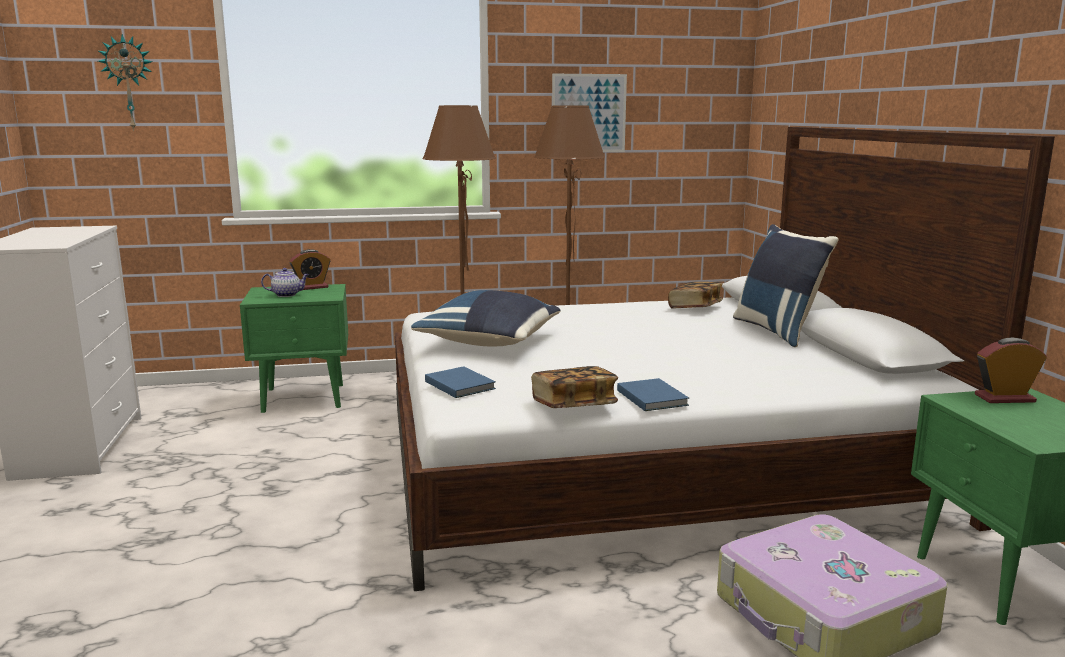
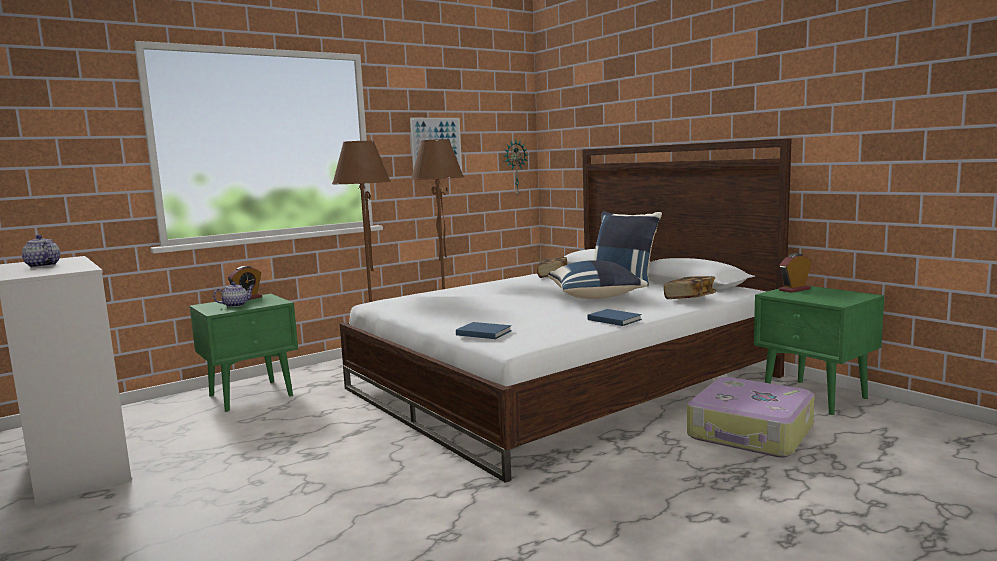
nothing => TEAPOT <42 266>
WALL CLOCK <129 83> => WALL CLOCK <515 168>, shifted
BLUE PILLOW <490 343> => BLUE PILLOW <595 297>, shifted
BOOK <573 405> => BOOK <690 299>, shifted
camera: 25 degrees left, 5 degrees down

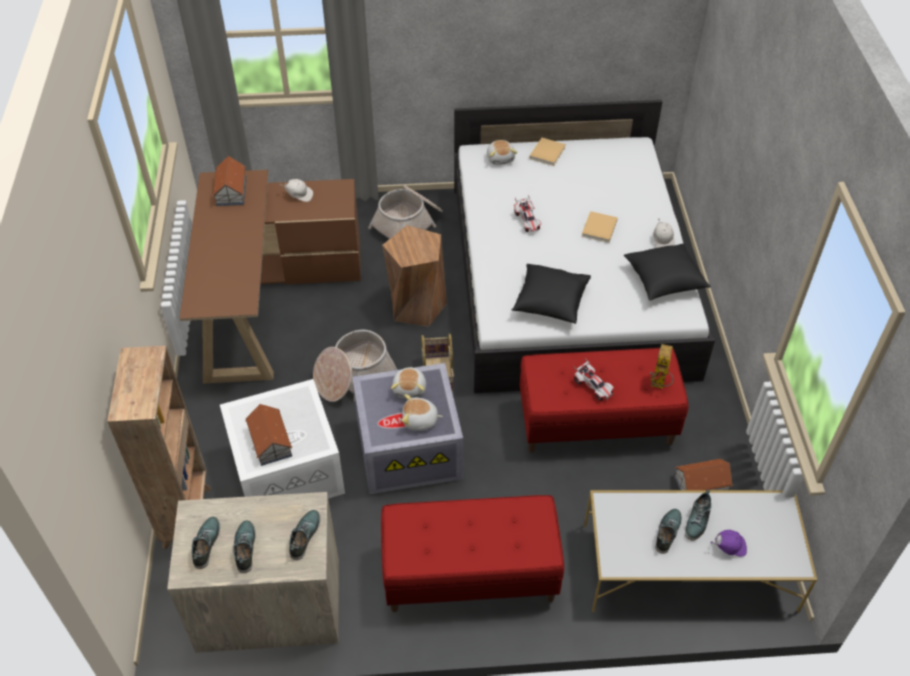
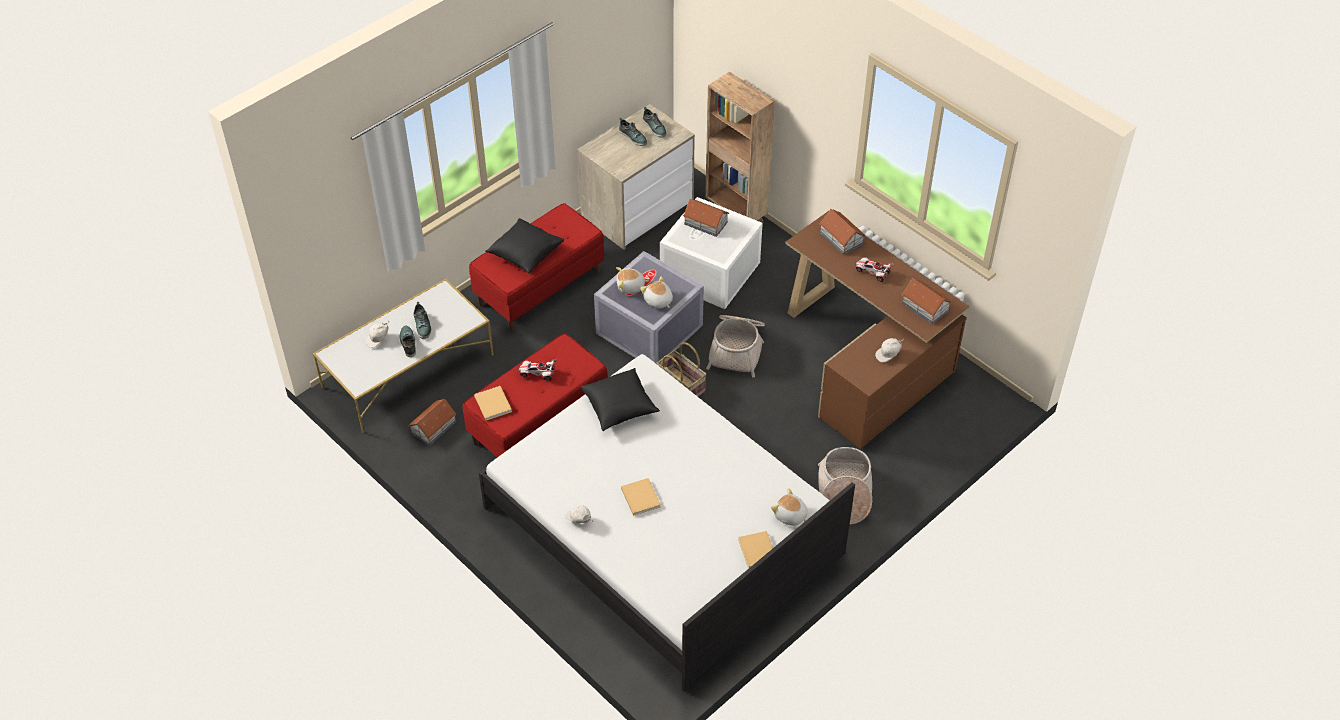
SHOE <304 536> => nothing
BROWN STOOL <416 306> => nothing
nothing => TOY HOUSE <841 238>
TOY CAR <527 221> => TOY CAR <872 272>, shifted
BLACK PILLOW <664 281> => BLACK PILLOW <525 253>, shifted
TOY ROBOT <659 384> => BEIGE BOOK <492 403>
PURPLE CAP <729 547> => WHITE CAP <378 339>
PLUSH TOY <420 420> => PLUSH TOY <630 287>, 150 degrees counterclockwise
camera: 140 degrees right, 0 degrees up

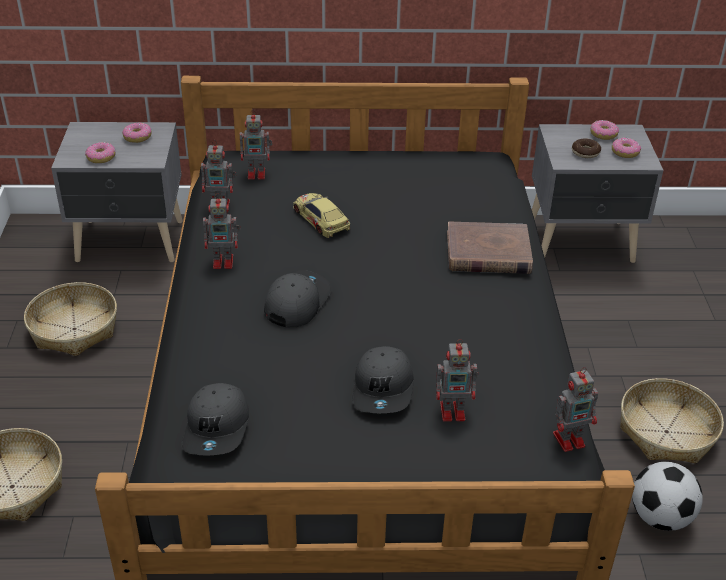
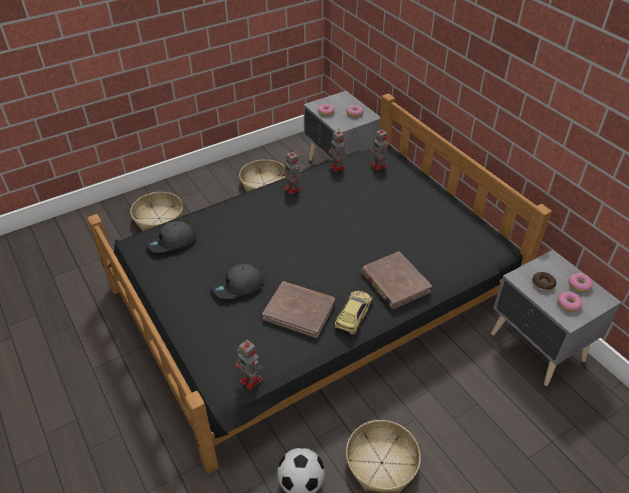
GREY CAP <296 302> => nothing
TOY ROBOT <454 411> => nothing
nothing => BROWN BOOK <299 311>
TOY CAR <321 219> => TOY CAR <353 314>, shifted
camera: 60 degrees right, 5 degrees up

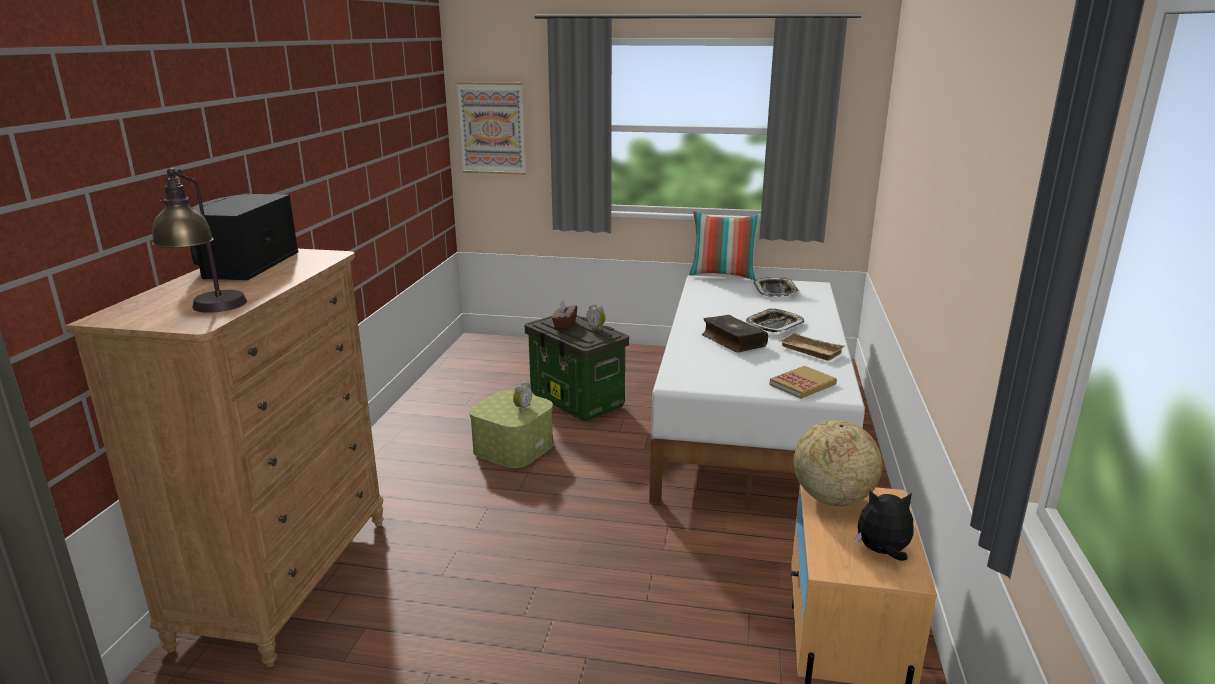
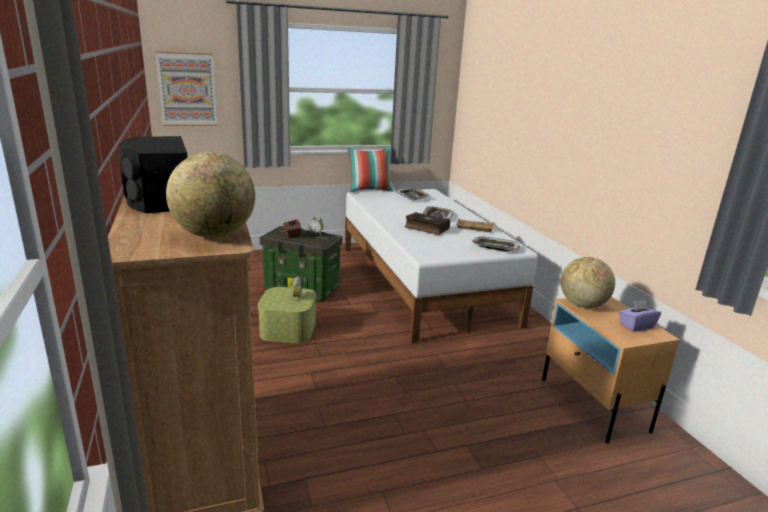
TABLE LAMP <210 311> => GLOBE <215 235>
BOOK <802 384> => TRAY <495 247>
PLUSH TOY <882 552> => PURPLE TISSUE BOX <636 326>
camera: 30 degrees left, 0 degrees up

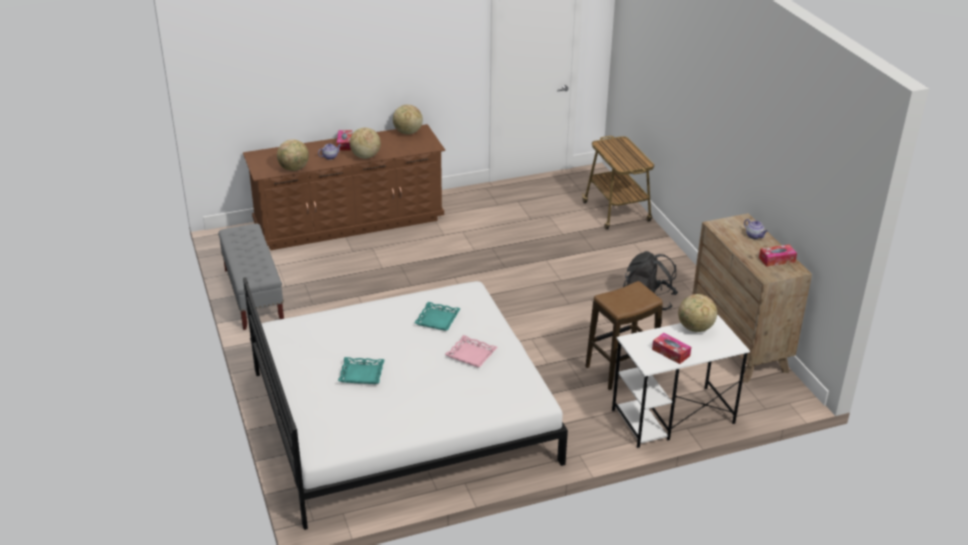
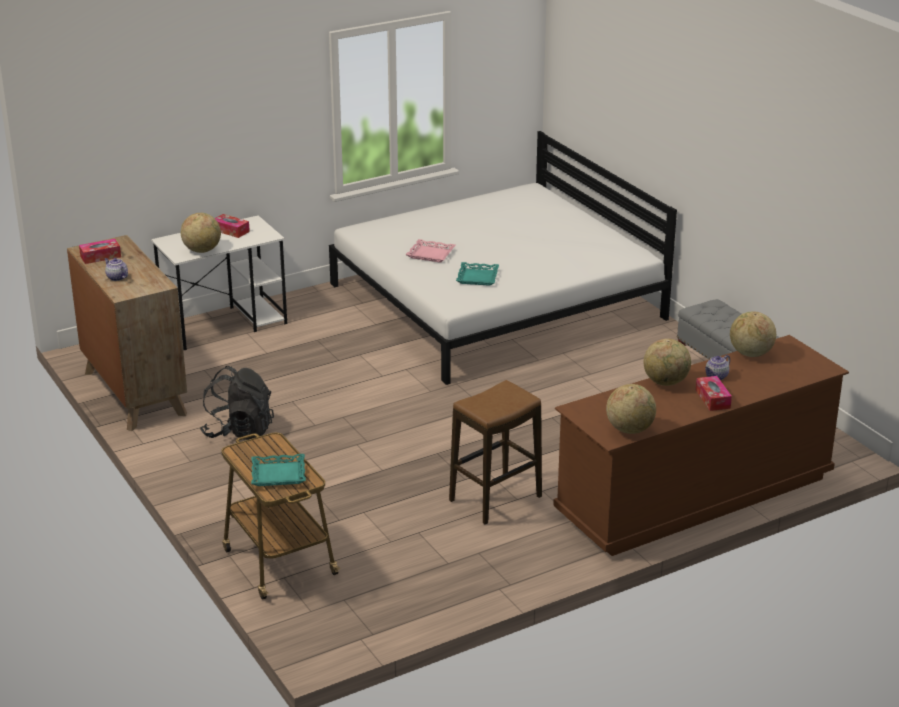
TURQUOISE TRAY <361 374> => TURQUOISE TRAY <278 474>, shifted
STOOL <621 369> => STOOL <495 499>, shifted
camera: 170 degrees right, 5 degrees down

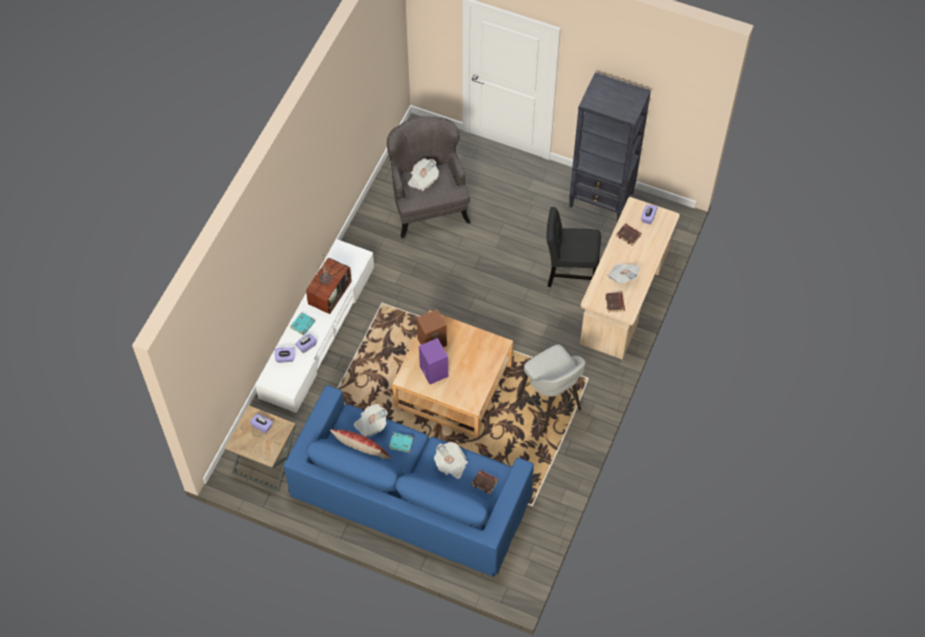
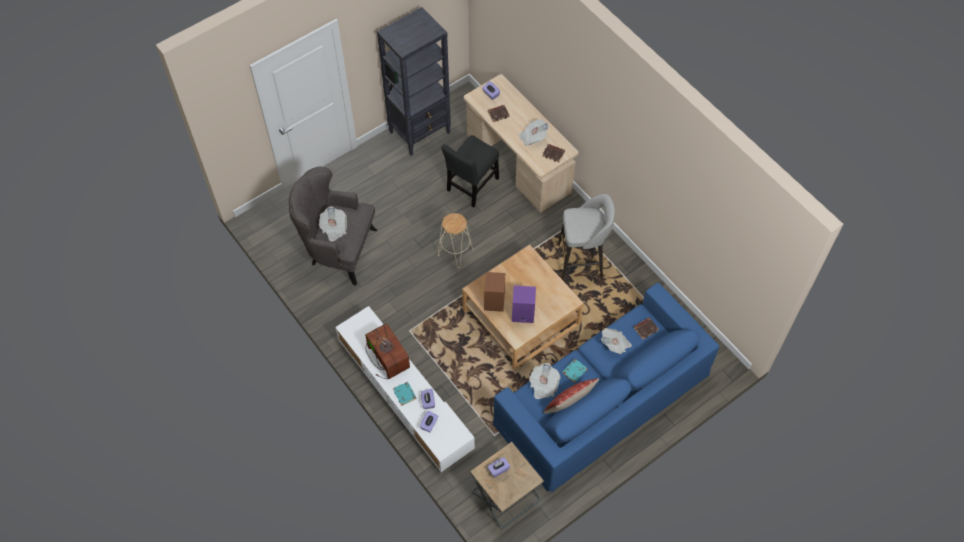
nothing => BEIGE STOOL <455 252>
camera: 60 degrees left, 0 degrees up

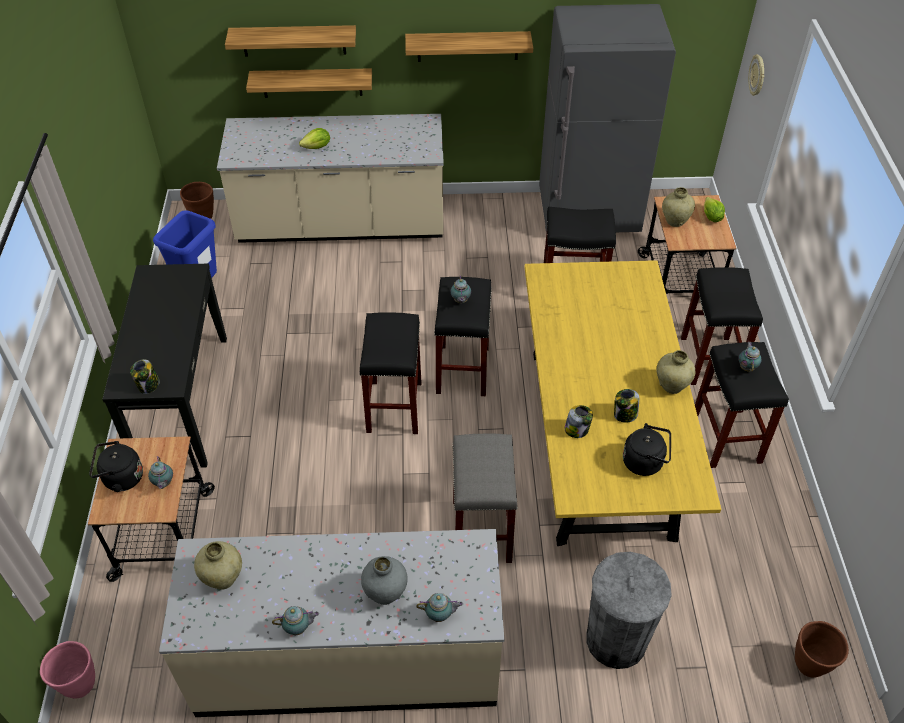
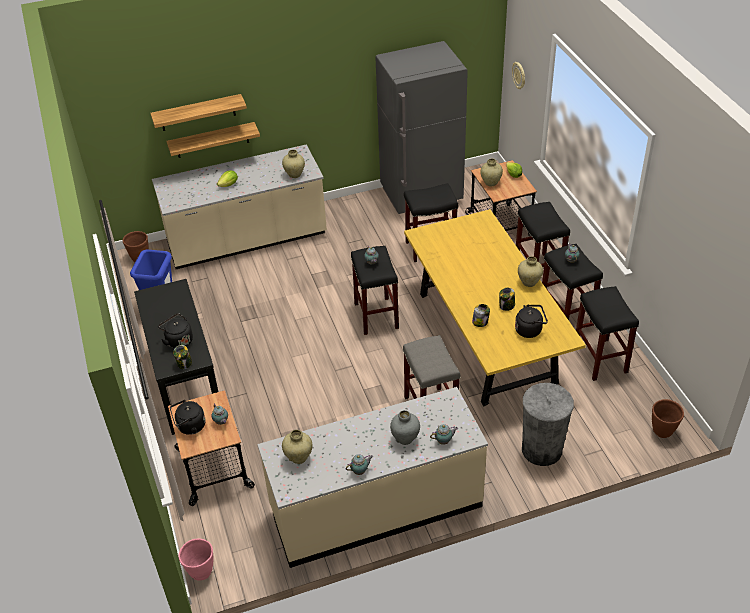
SHELF <467 46> => nothing
nothing => BLACK KETTLE <178 340>
nothing => BEIGE VASE <294 175>
BLACK STOOL <395 408> => BLACK STOOL <601 360>, shifted
camera: 15 degrees left, 5 degrees down

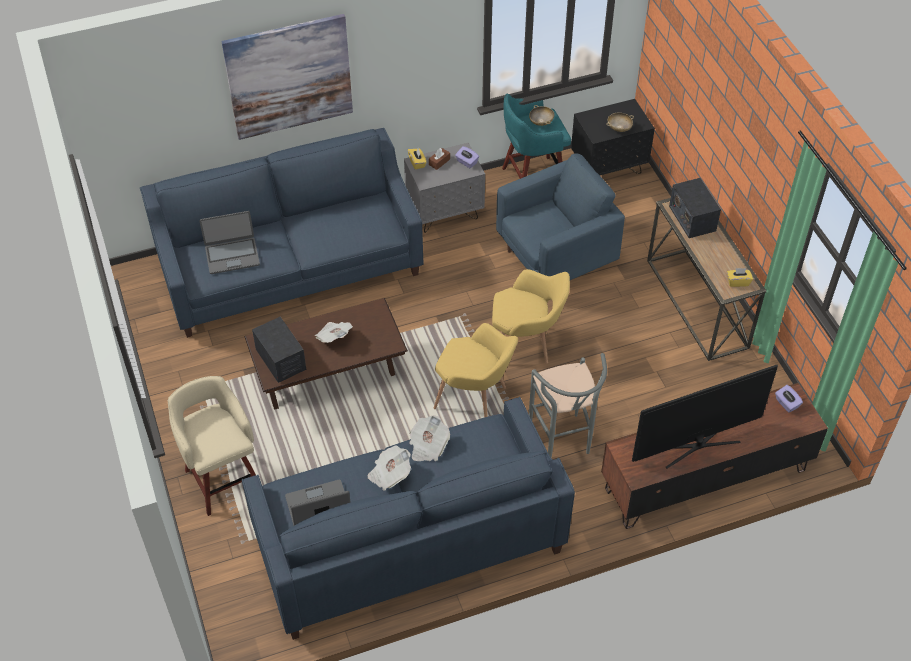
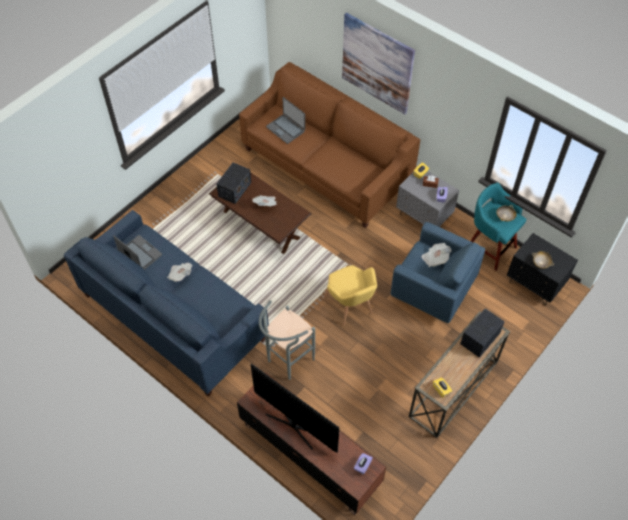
BEIGE STOOL <223 478> => nothing
YELLOW ARMCHAIR <475 398> => nothing
NEWSPAPER <428 446> => NEWSPAPER <435 259>, shifted
BLUE SOFA <290 266> => BROWN SOFA <326 166>
camera: 60 degrees right, 5 degrees up

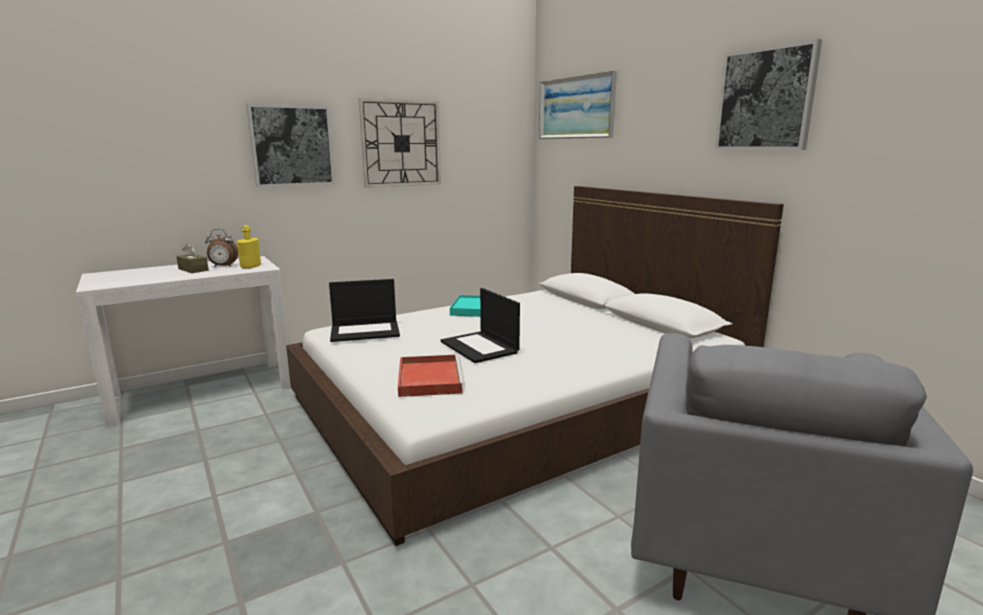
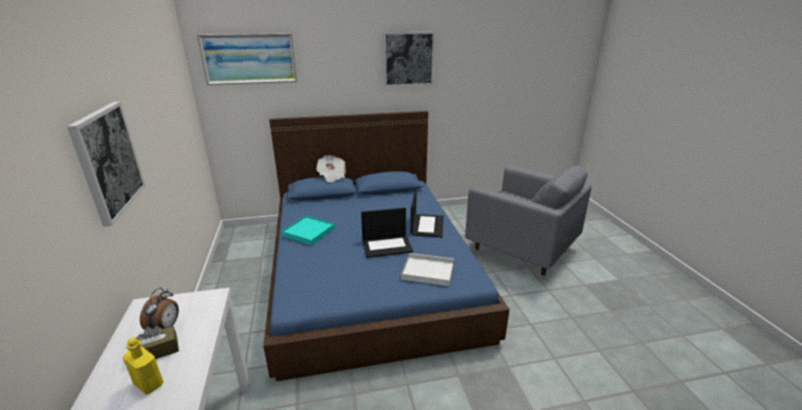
WALL CLOCK <401 143> => nothing
nothing => NEWSPAPER <331 176>
YELLOW BOTTLE <251 266> => YELLOW BOTTLE <149 384>, shifted
LAPTOP <366 331> => LAPTOP <427 225>, shifted
WHITE BED <518 402> => BLUE BED <370 270>
RED TRAY <429 378> => WHITE TRAY <426 271>
camera: 70 degrees left, 10 degrees up

